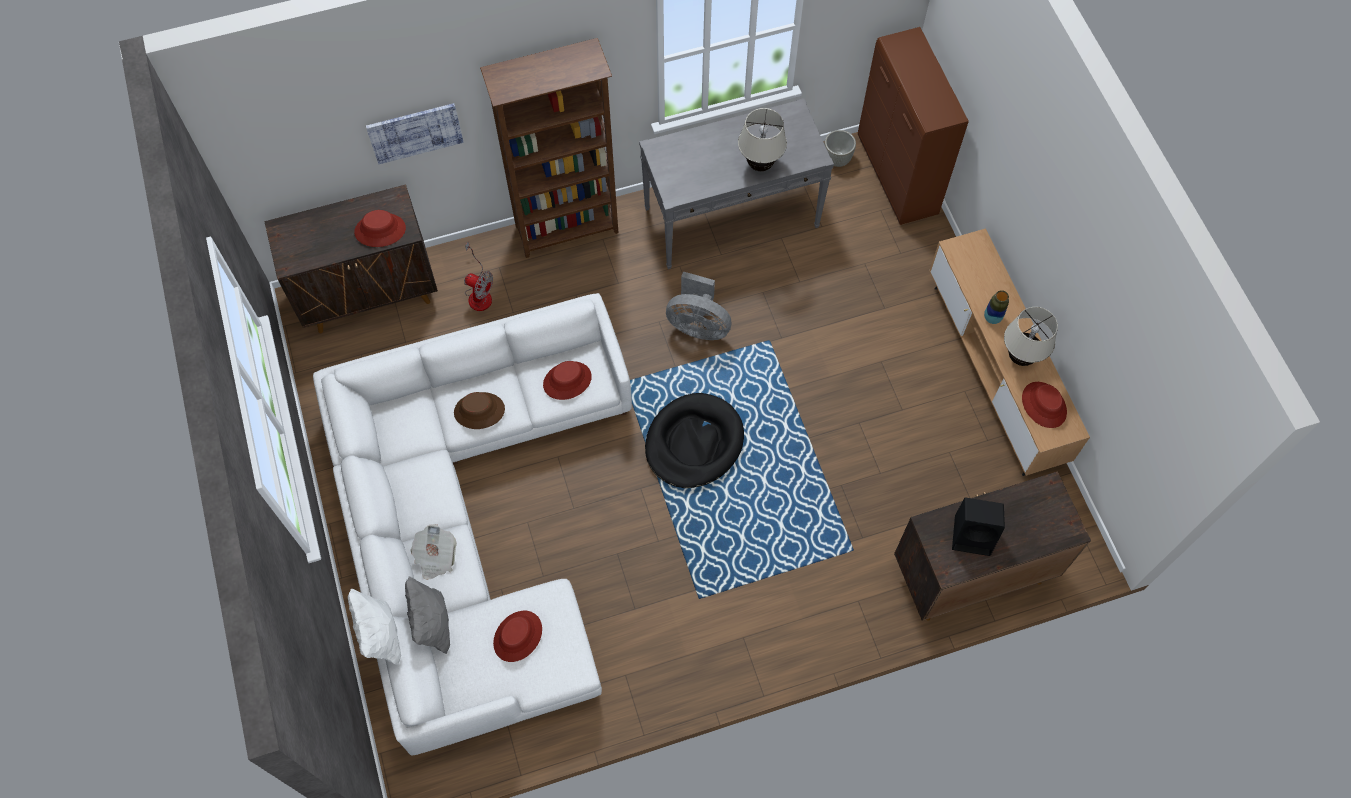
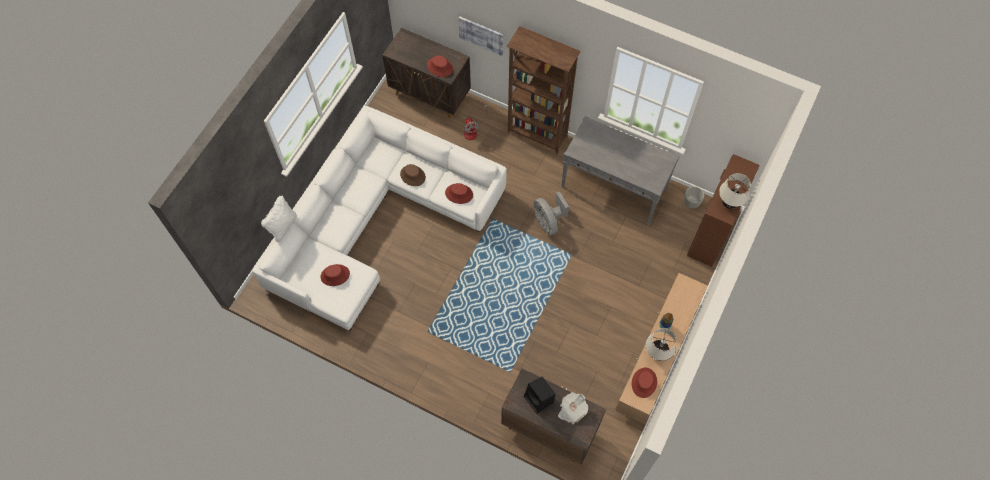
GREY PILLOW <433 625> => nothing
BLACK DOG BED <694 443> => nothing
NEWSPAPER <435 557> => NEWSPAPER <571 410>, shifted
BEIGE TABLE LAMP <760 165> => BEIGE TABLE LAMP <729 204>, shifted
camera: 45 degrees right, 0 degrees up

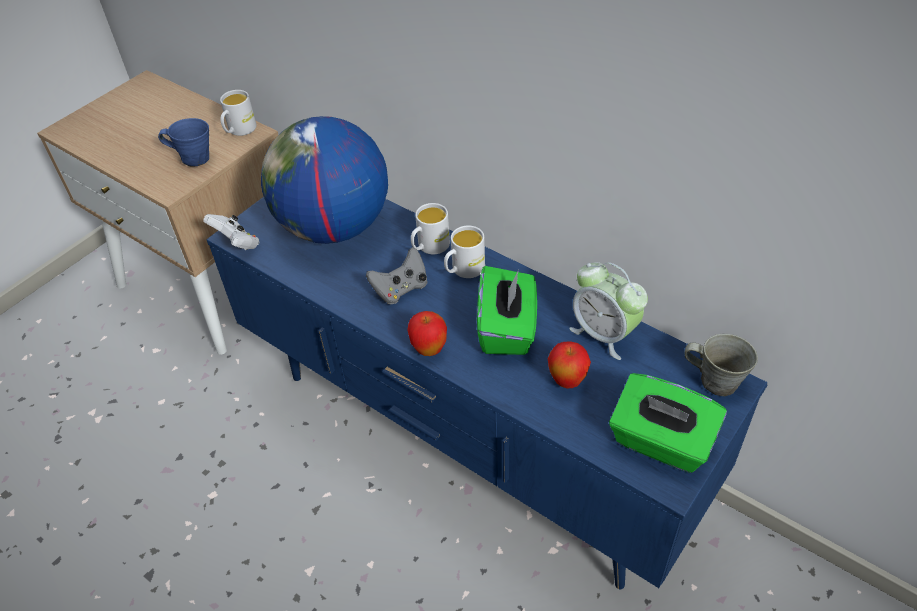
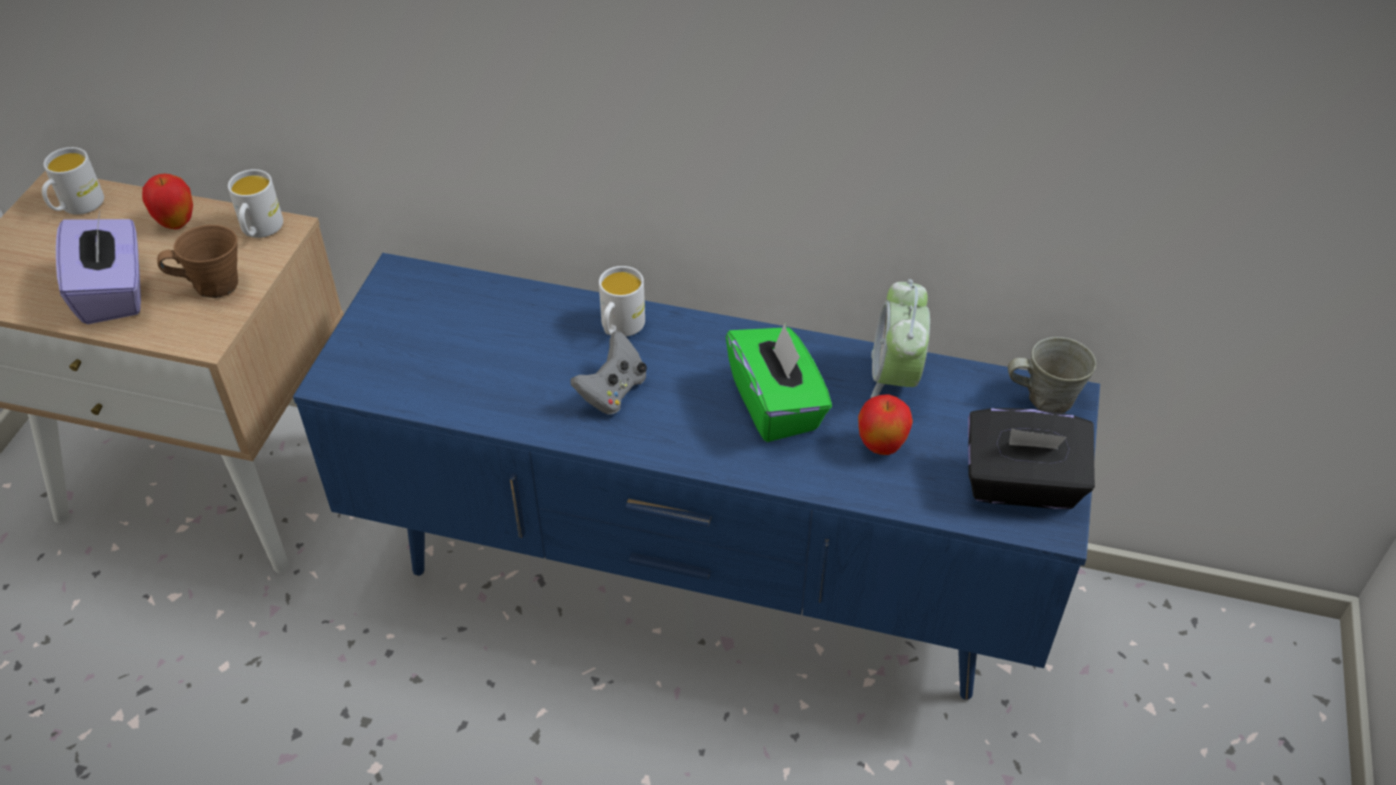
WHITE GAME CONTROLLER <237 244> => nothing
GLOBE <334 228> => nothing
nothing => PURPLE TISSUE BOX <114 292>
APPLE <429 349> => APPLE <177 223>, shifted
WHITE MUG <463 270> => WHITE MUG <77 206>, shifted
BLUE MUG <194 158> => BROWN MUG <213 285>
GREEN TISSUE BOX <660 442> => BLACK TISSUE BOX <1021 485>
ALARM CLOCK <604 334> => ALARM CLOCK <894 379>, 75 degrees clockwise
camera: 25 degrees left, 0 degrees up

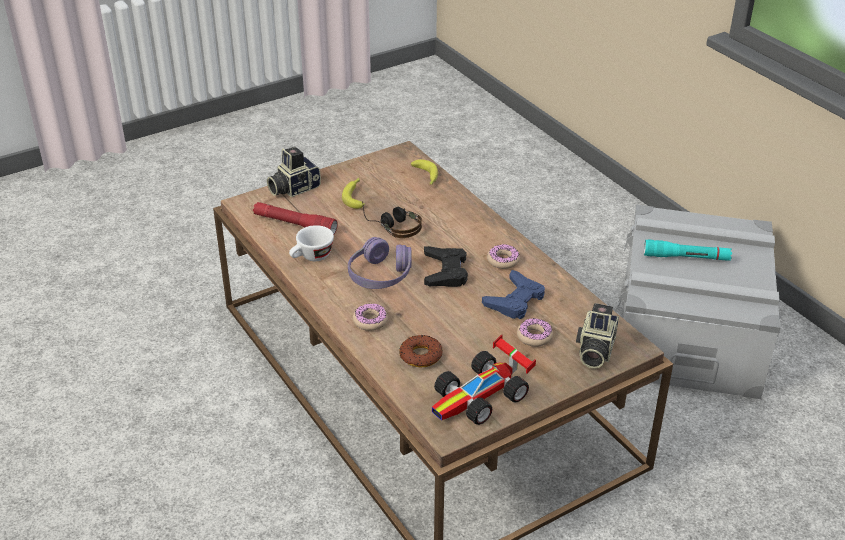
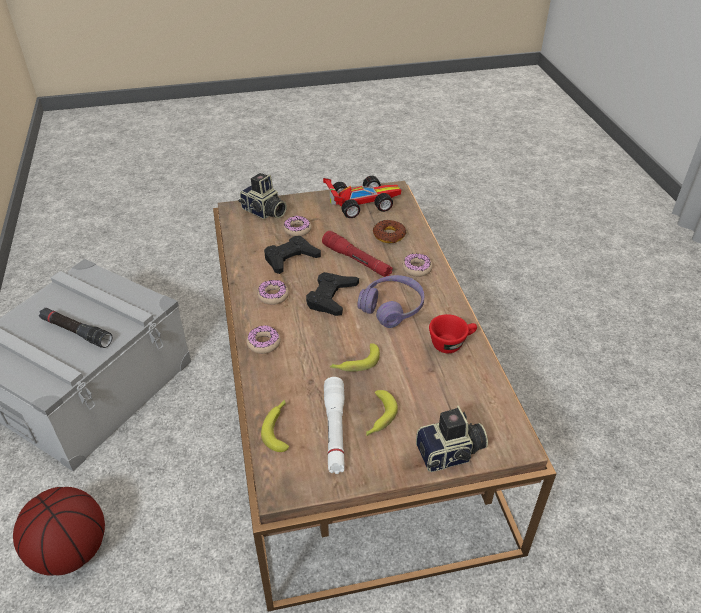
nothing => BASKETBALL <71 551>
nothing => DONUT <264 343>
nothing => WHITE FLASHLIGHT <335 430>
RED FLASHLIGHT <294 224> => RED FLASHLIGHT <357 261>, shifted
HEADPHONES <392 225> => BANANA <355 363>
WHITE CUP <311 257> => RED CUP <451 343>
BLUE GAME CONTROLLER <515 300> => BLACK GAME CONTROLLER <290 258>
TURQUOISE FLASHLIGHT <686 257> => BLACK FLASHLIGHT <76 332>
PHOTO CAMERA <594 351> => PHOTO CAMERA <264 212>, 90 degrees clockwise
camera: 160 degrees left, 5 degrees up

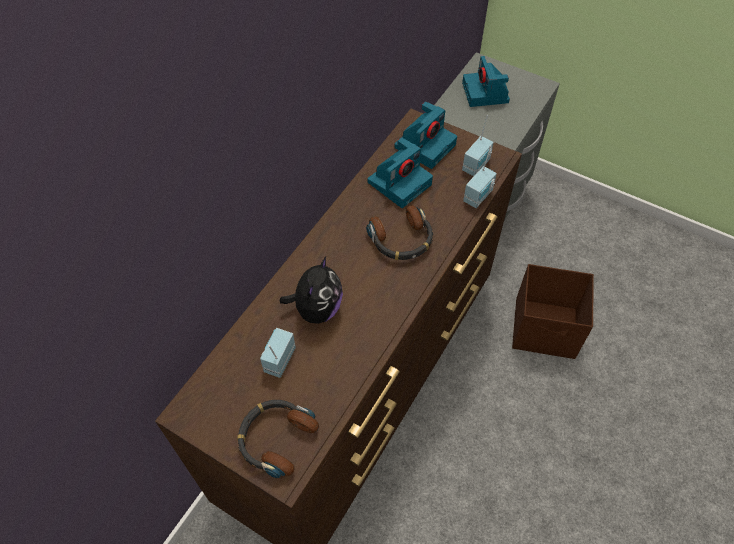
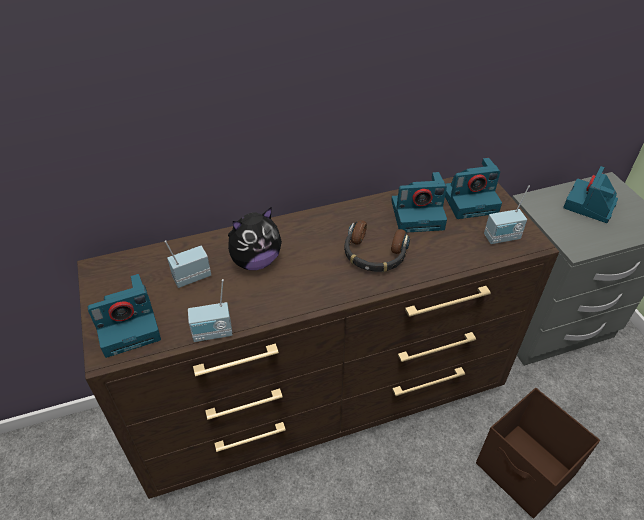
RADIO <479 197> => RADIO <213 334>, shifted
HEADPHONES <276 438> => PHOTO CAMERA <130 325>
camera: 40 degrees right, 10 degrees down

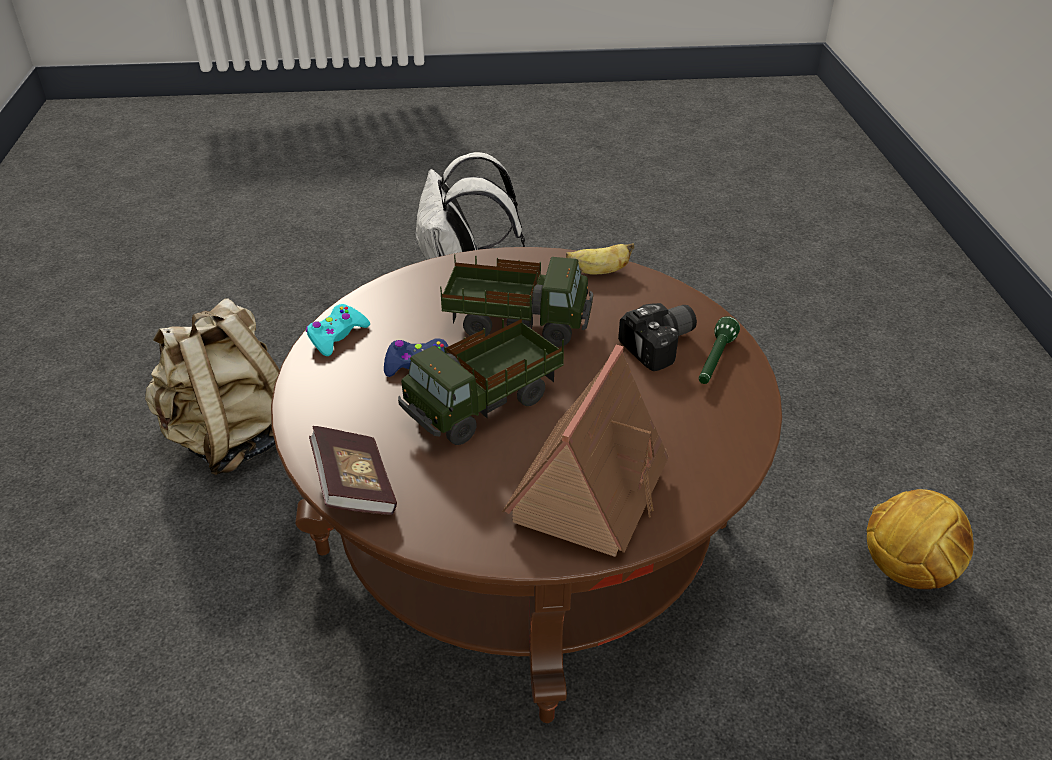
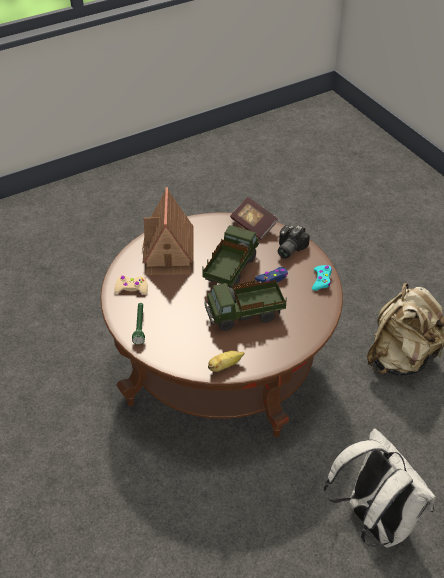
FOOTBALL <905 571> => nothing
nothing => BEIGE GAME CONTROLLER <131 288>
PHOTO CAMERA <662 346> => PHOTO CAMERA <288 248>, shifted
camera: 155 degrees right, 5 degrees up

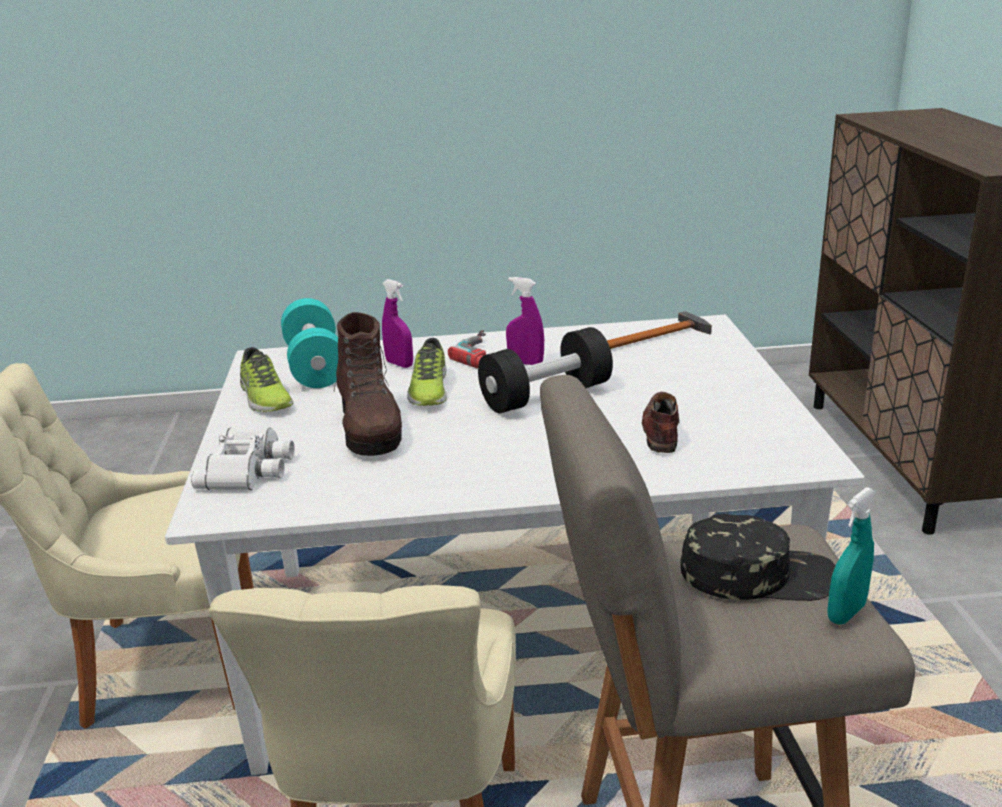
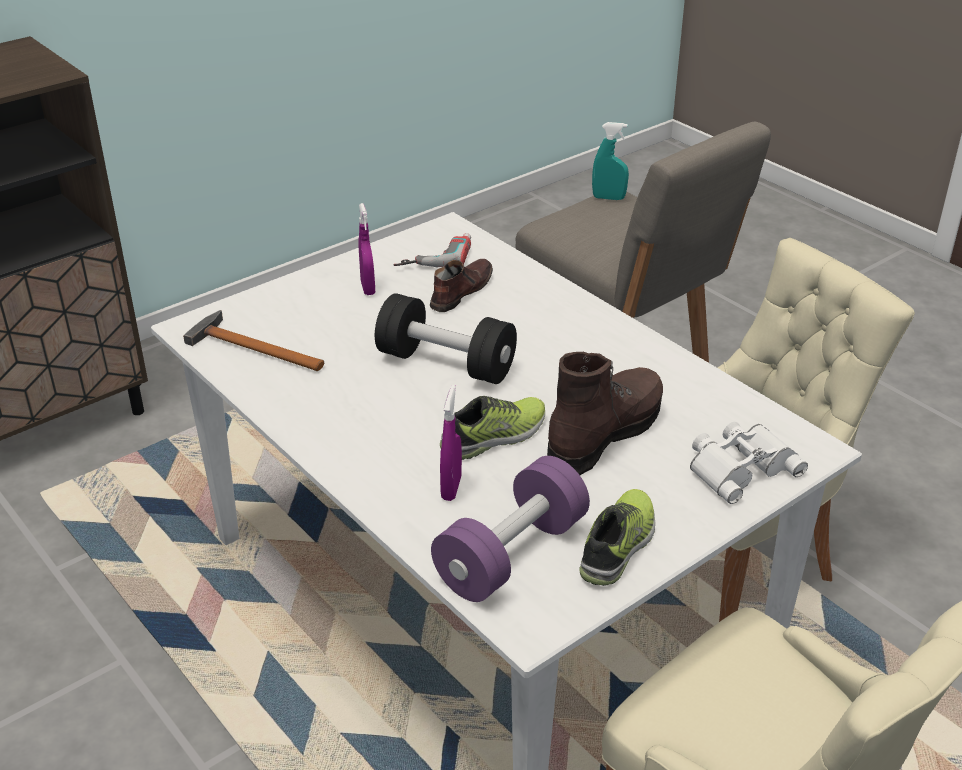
BLACK CAP <757 573> => nothing
POWER DRILL <485 354> => POWER DRILL <434 256>, shifted
PURPLE SPRAY BOTTLE <525 363> => PURPLE SPRAY BOTTLE <368 288>, shifted
TURQUOISE DUMBBELL <315 366> => PURPLE DUMBBELL <511 554>
BROWN SHOE <660 430> => BROWN SHOE <460 292>, 150 degrees clockwise
camera: 125 degrees left, 10 degrees up

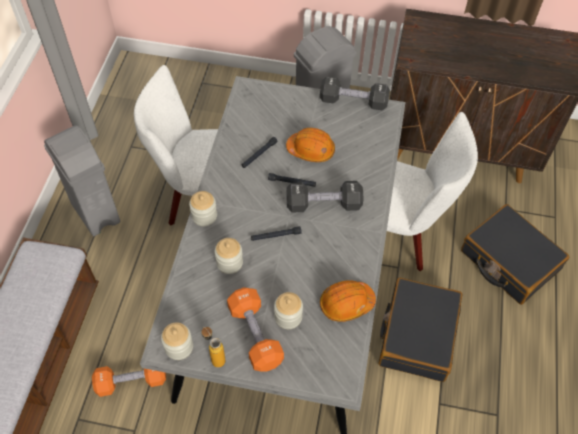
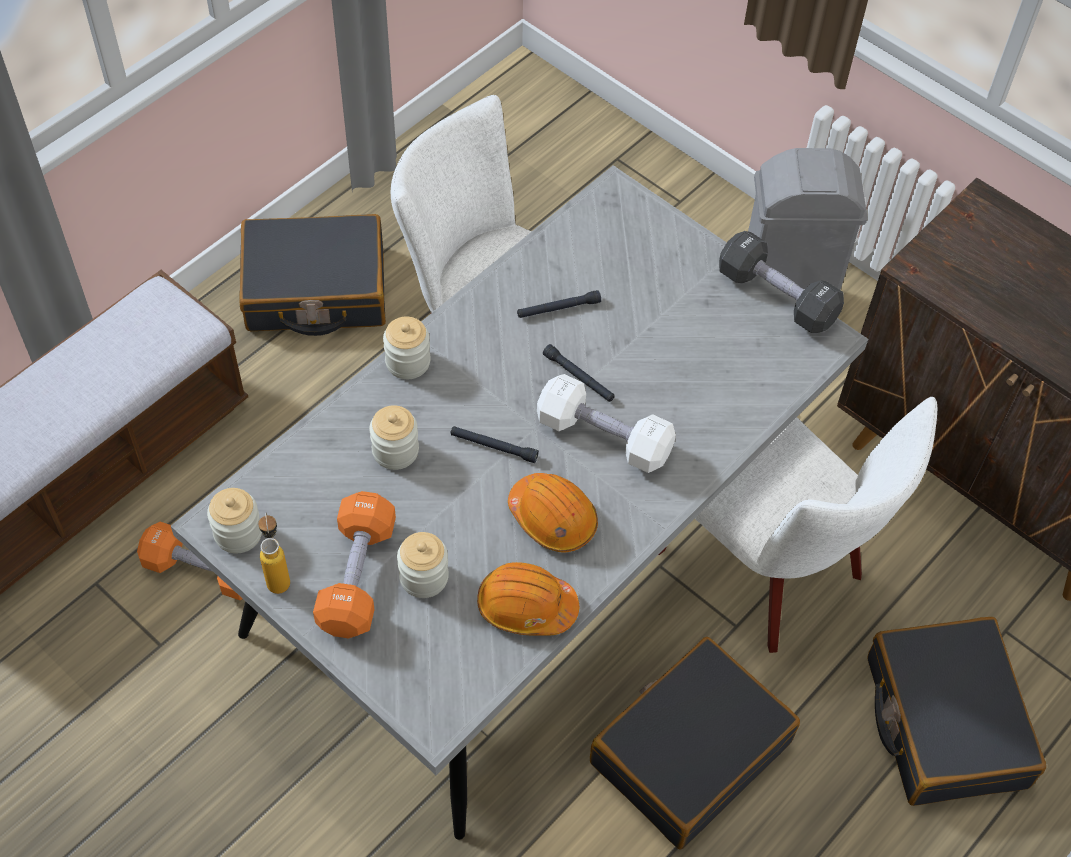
ORANGE HARD HAT <311 150> => ORANGE HARD HAT <553 518>, shifted
GREY TRASH CAN <95 212> => BLACK SUITCASE <315 289>
BLACK DUMBBELL <323 204> => WHITE DUMBBELL <604 437>
camera: 30 degrees right, 0 degrees up

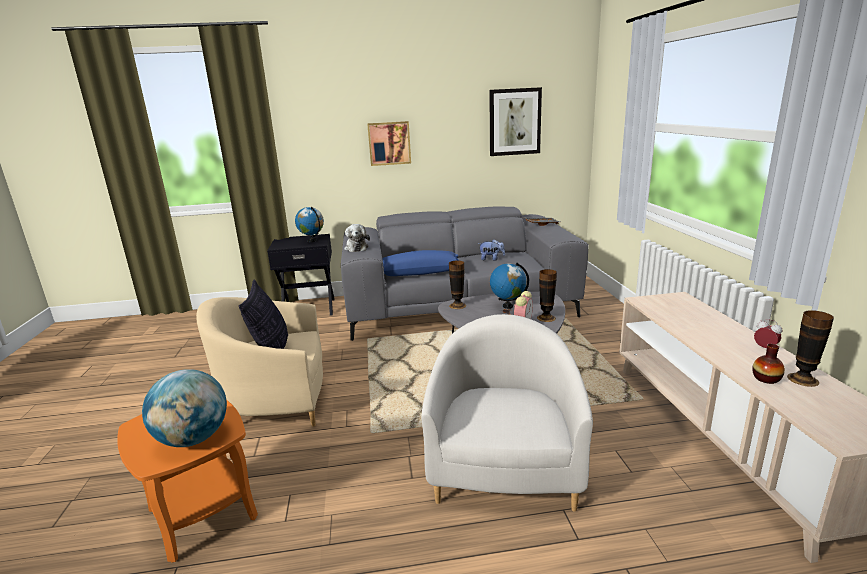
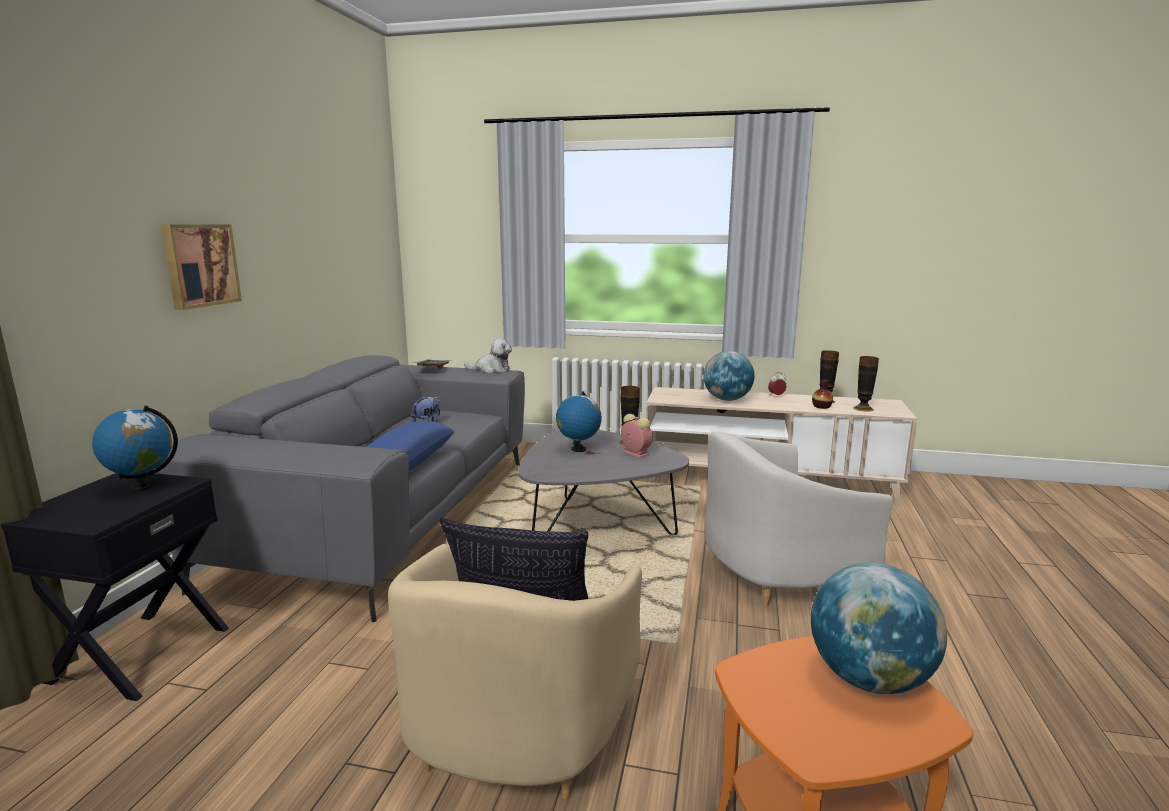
PICTURE <514 122> => nothing
nothing => GLOBE <727 400>
PLUSH TOY <356 248> => PLUSH TOY <491 370>, shifted
VASE <457 305> => VASE <863 408>, shifted
WHITE ARMCHAIR <504 467> => WHITE ARMCHAIR <777 573>, 45 degrees counterclockwise
camera: 70 degrees left, 5 degrees down

